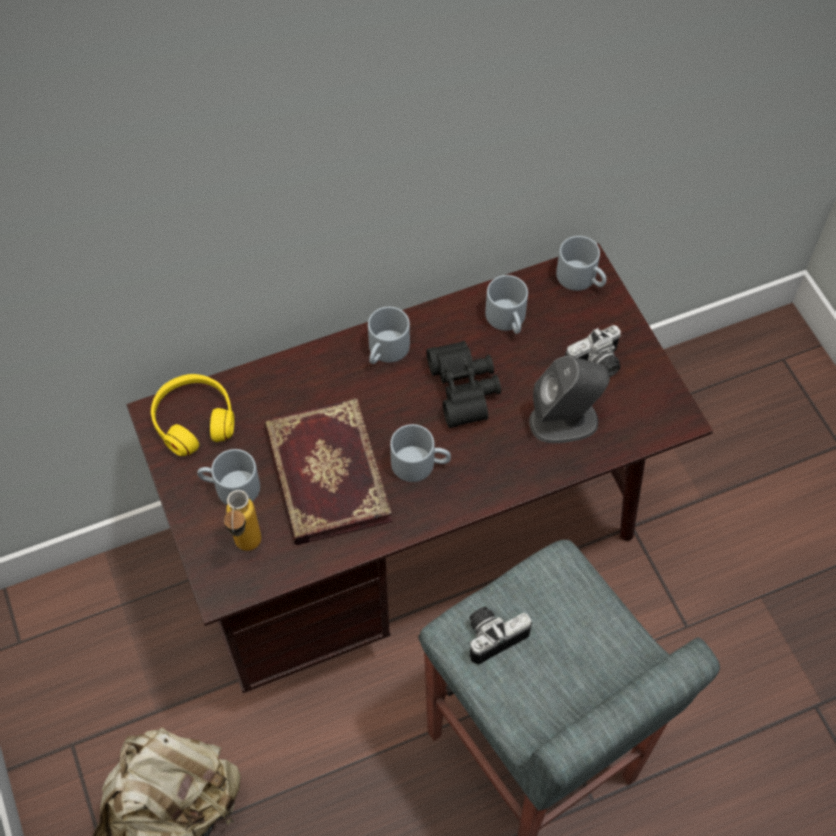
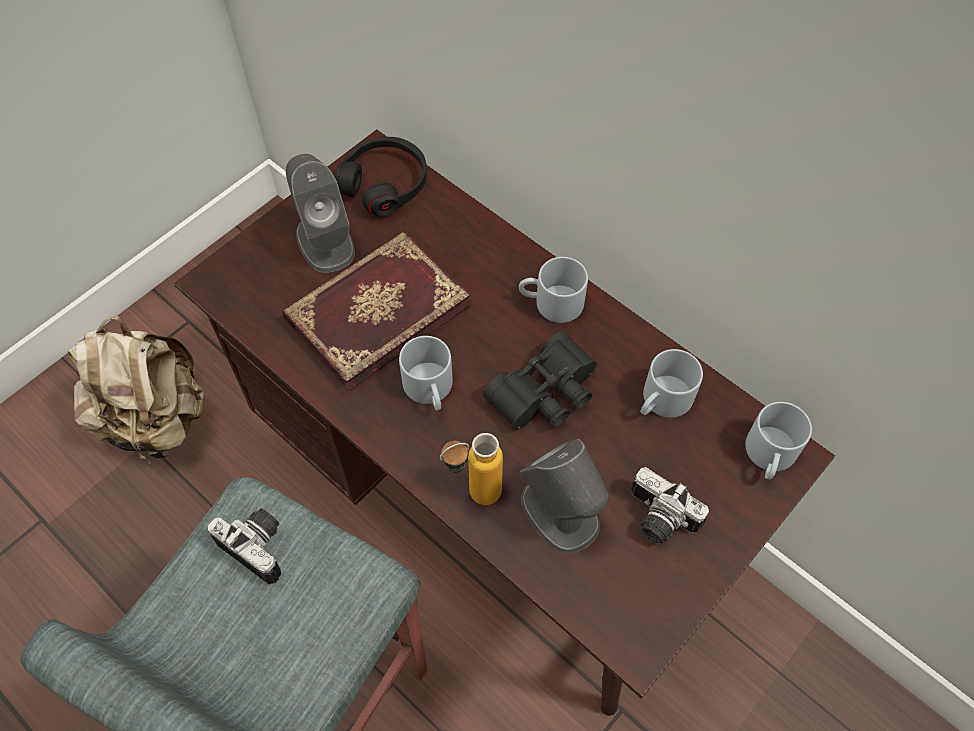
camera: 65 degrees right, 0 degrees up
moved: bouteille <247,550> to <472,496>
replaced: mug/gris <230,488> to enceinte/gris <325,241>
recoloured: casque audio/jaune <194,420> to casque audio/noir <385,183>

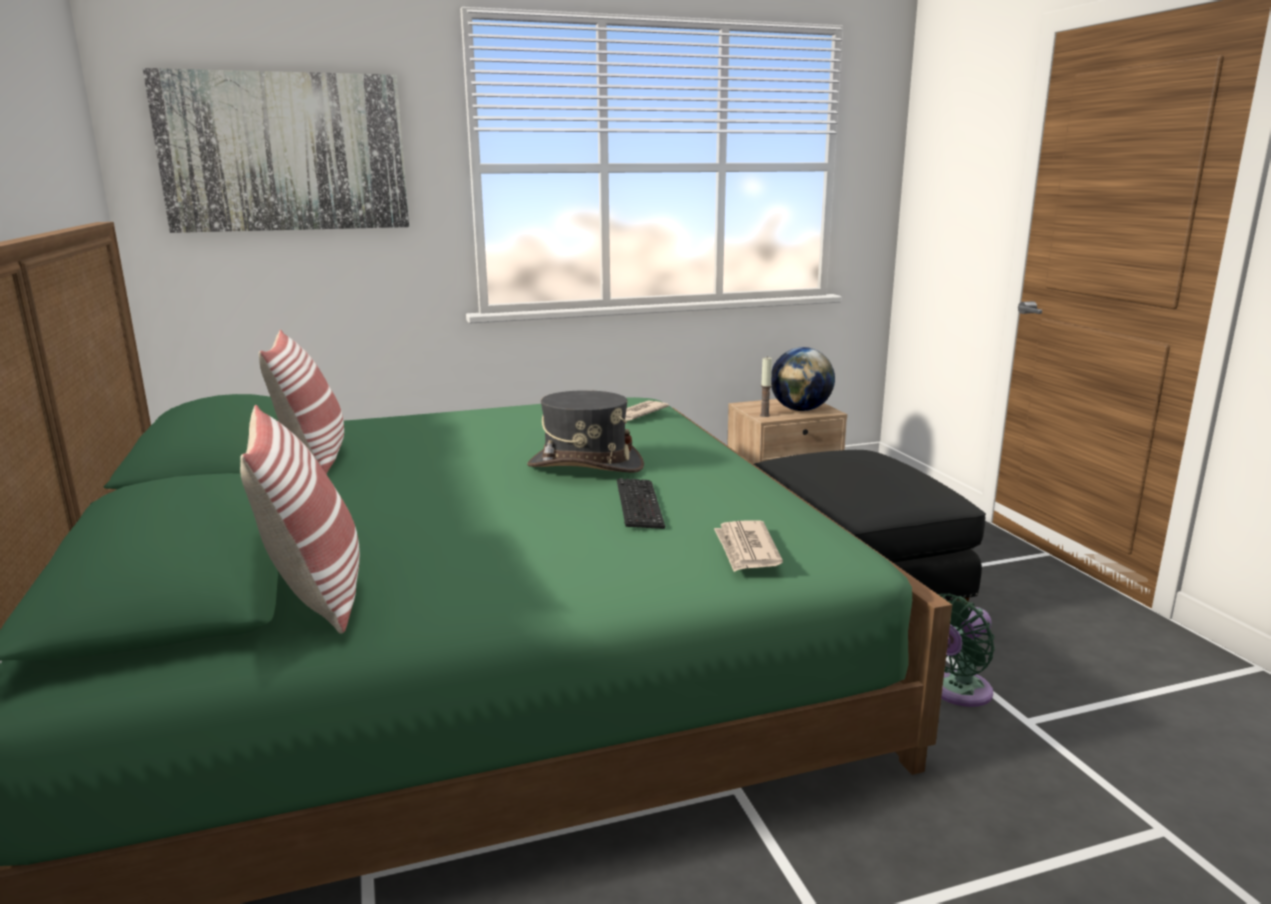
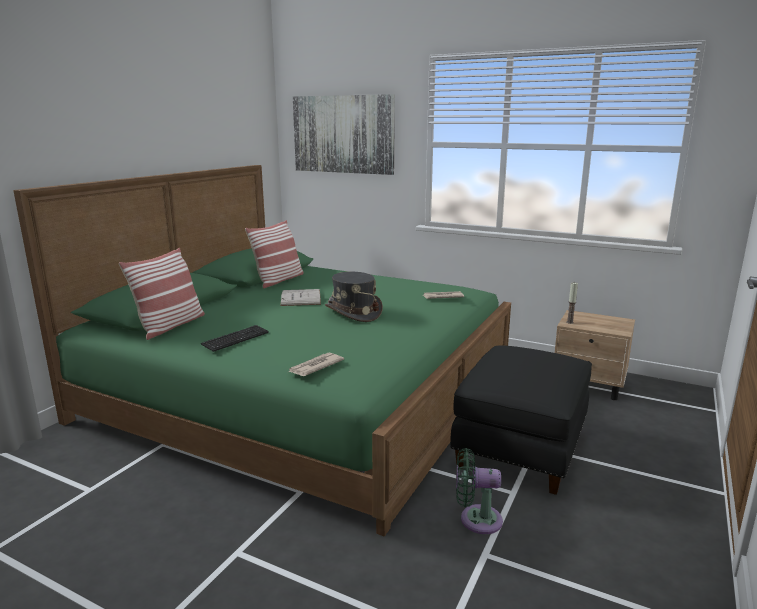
camera: 45 degrees right, 0 degrees up
removed: globe <800,410>
added: livre/blanc <301,298>
moved: clavier <639,505> to <236,339>

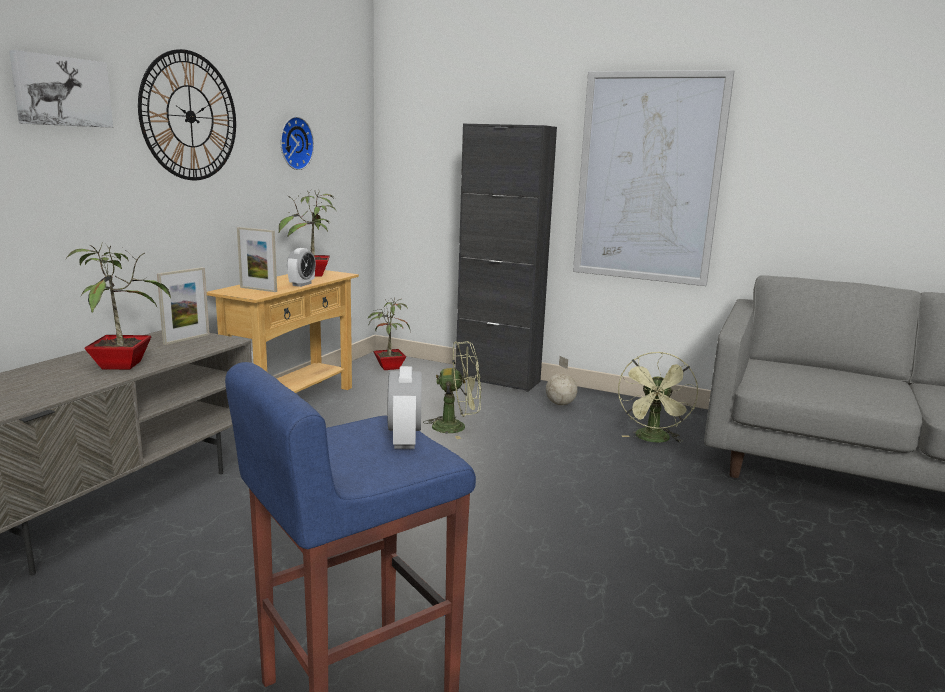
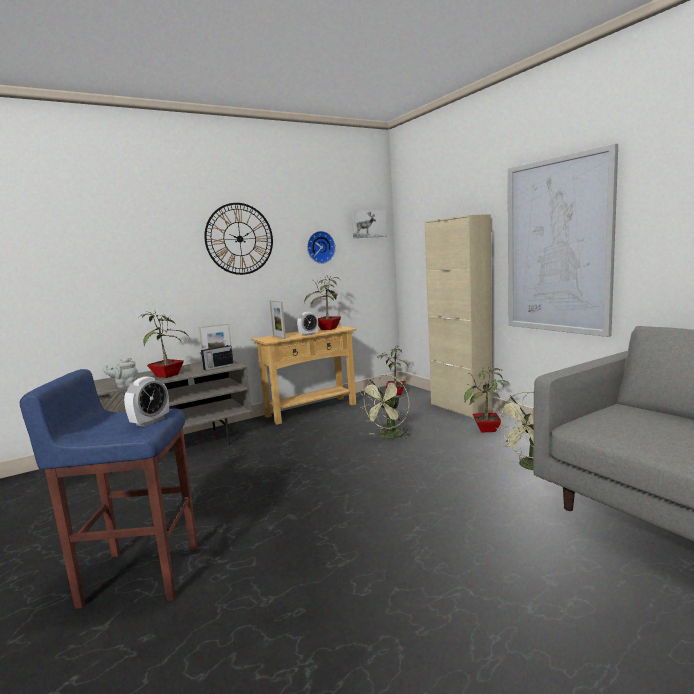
camera: 35 degrees right, 5 degrees down
added: théière/gris <125,385>; radio <218,367>
moved: tableau <61,91> to <368,224>
replaced: globe <560,404> to plante en pot <487,430>
recoloured: meuble de rangement/noir <497,380> to meuble de rangement/beige <460,408>
turned: ventilateur/vert <456,427> = <389,437> 90 degrees clockwise

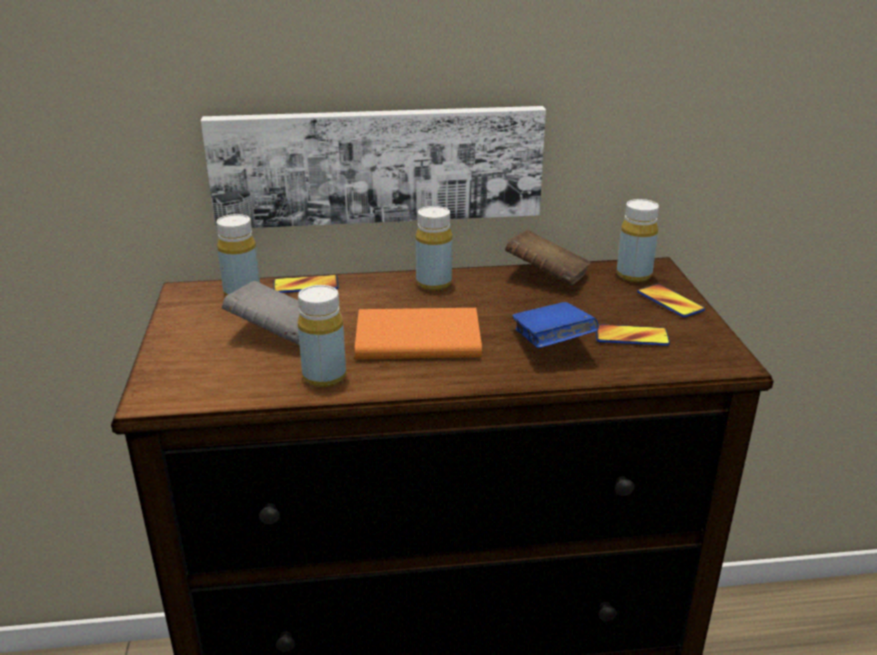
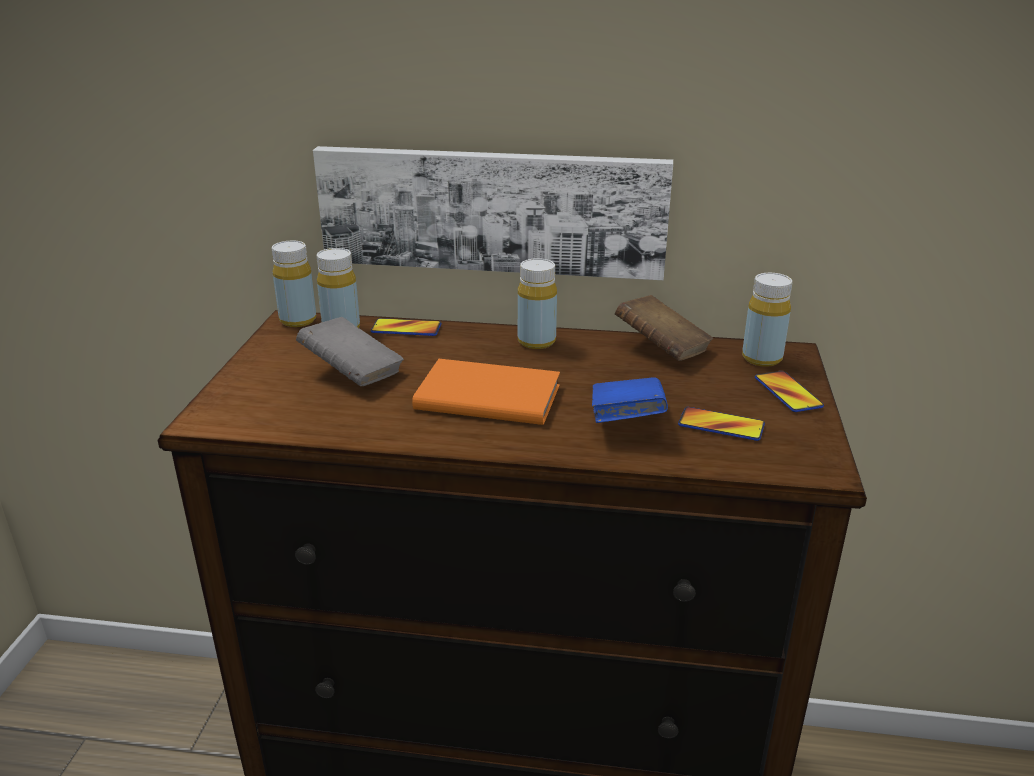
camera: 15 degrees right, 0 degrees up
moved: bouteille/jaune <324,376> to <298,320>

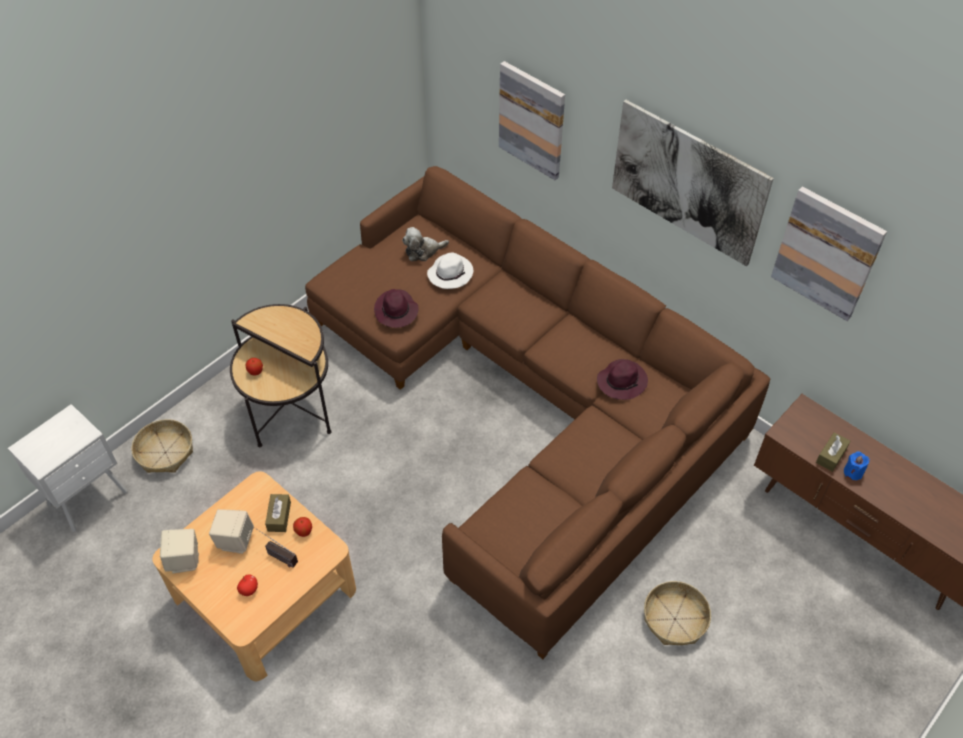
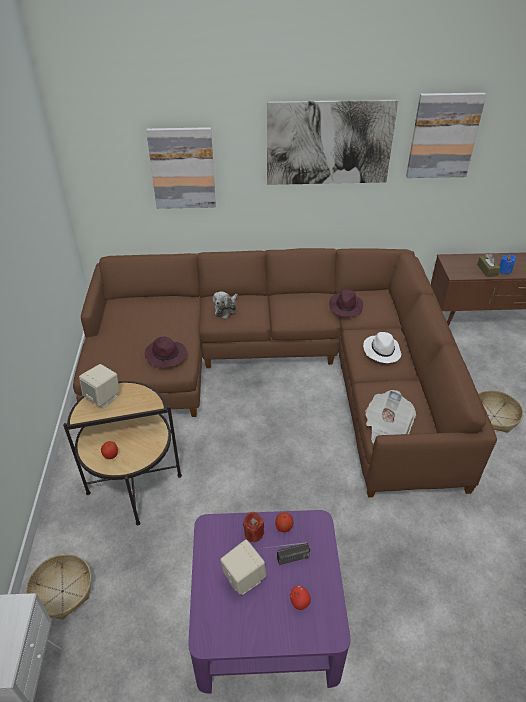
camera: 45 degrees left, 10 degrees down
added: journal <386,428>
moved: enceinte/beige <184,560> to <103,398>; peluche <423,251> to <226,309>; chapeau/blanc <450,273> to <381,351>
replaced: boîte à mouchoirs/marron <279,516> to bougie/rouge <253,533>
recoloured: table basse/beige <266,592> to table basse/violet <267,615>

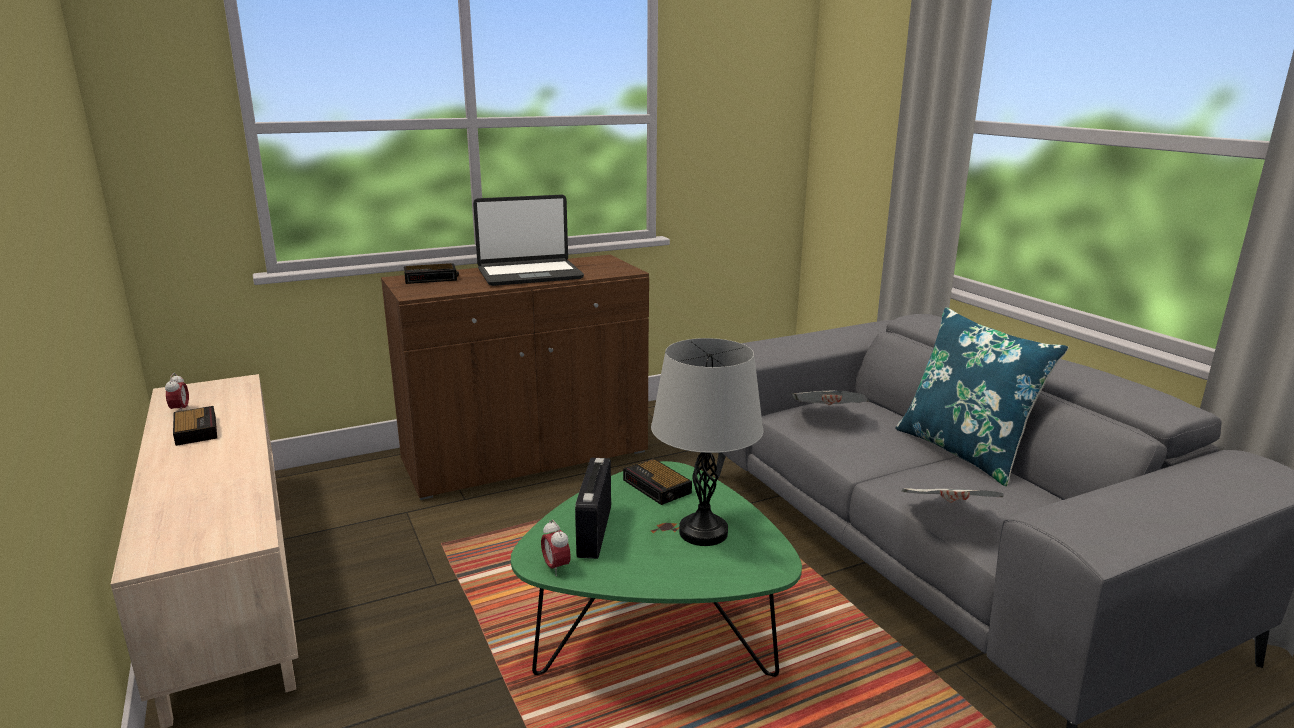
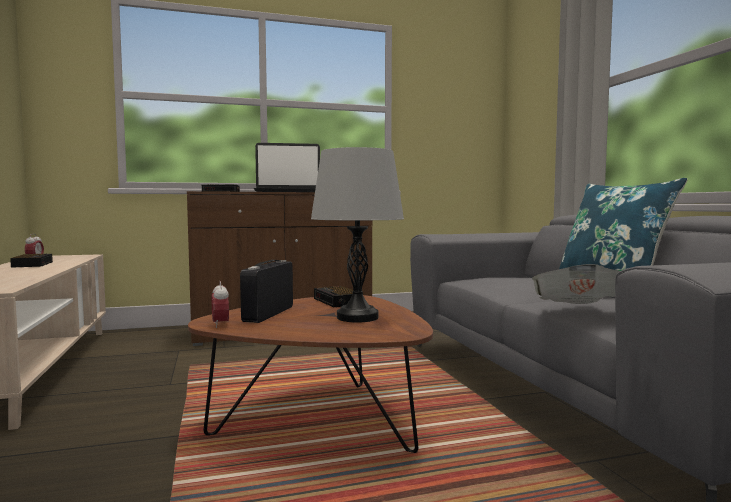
camera: 10 degrees right, 15 degrees down
removed: journal <827,417>
recoloured: table basse/vert <656,637> to table basse/marron <322,422>

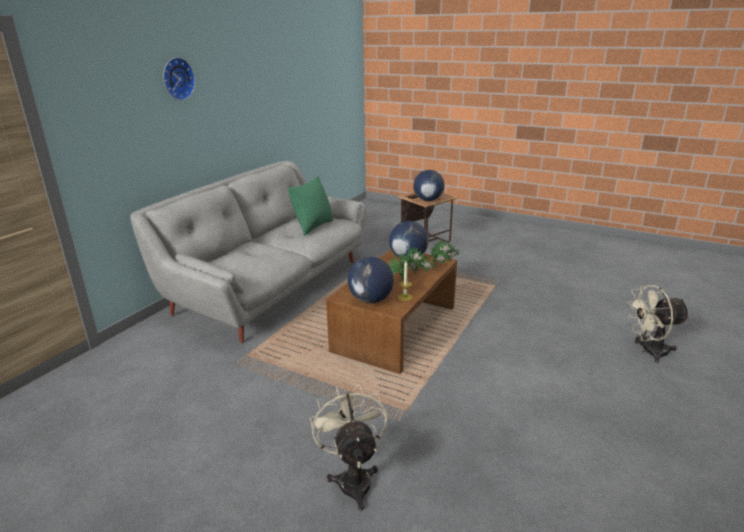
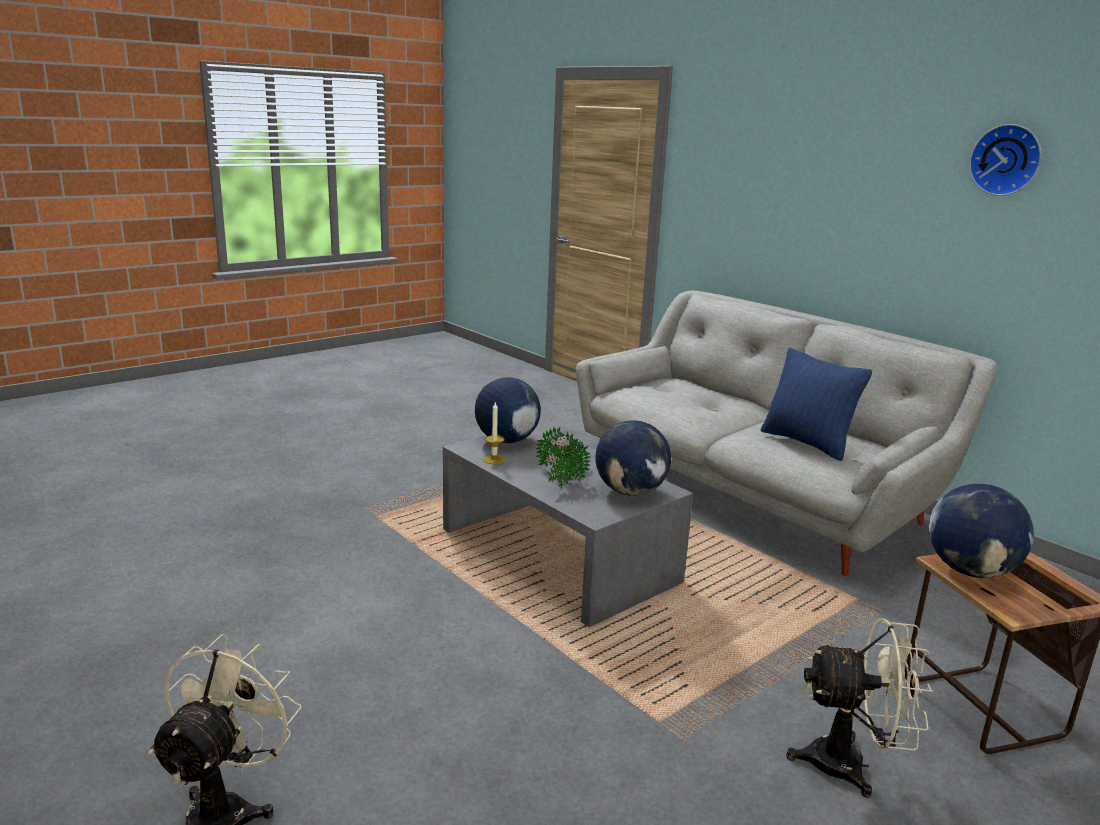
camera: 110 degrees right, 5 degrees down
removed: plante en pot <444,263>
moved: horloge murale <177,79> to <1006,160>; ventilateur/beige <353,478> to <851,765>
recoloured: coussin/vert <313,227> to coussin/bleu <807,443>; table basse/marron <395,328> to table basse/gris <558,554>

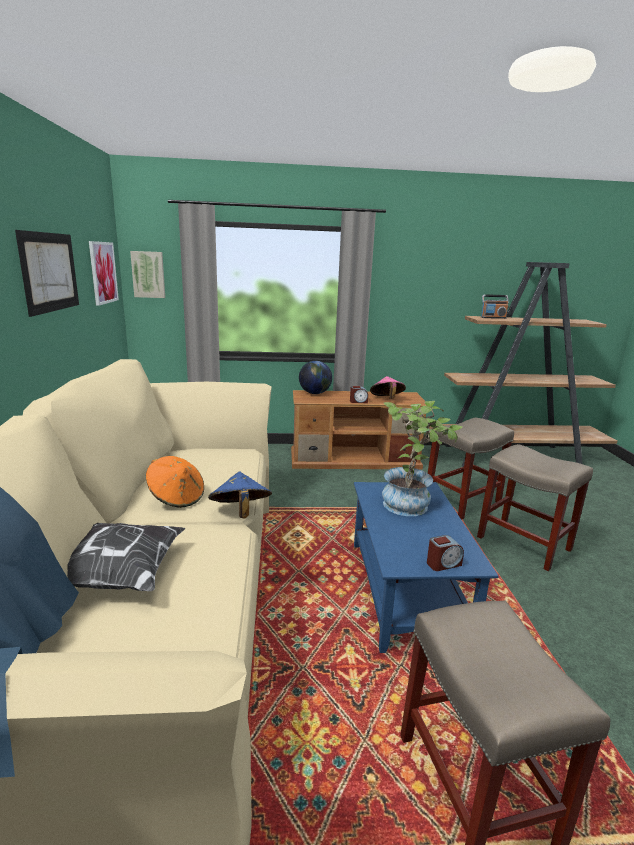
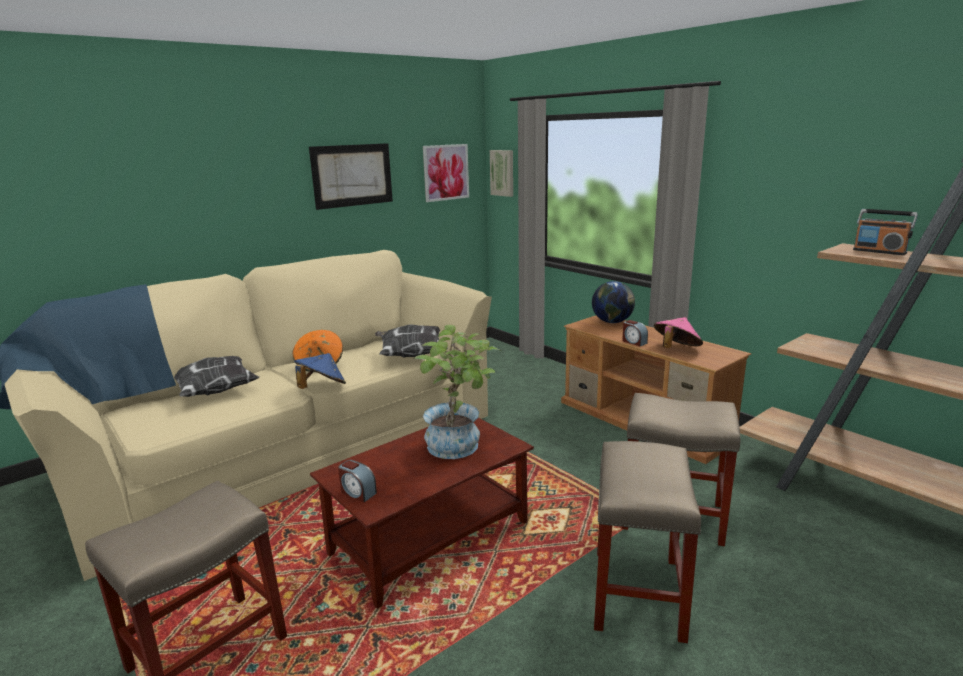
camera: 55 degrees right, 0 degrees up
added: coussin <411,355>
recoloured: table basse/bleu <405,589> to table basse/marron <431,536>

